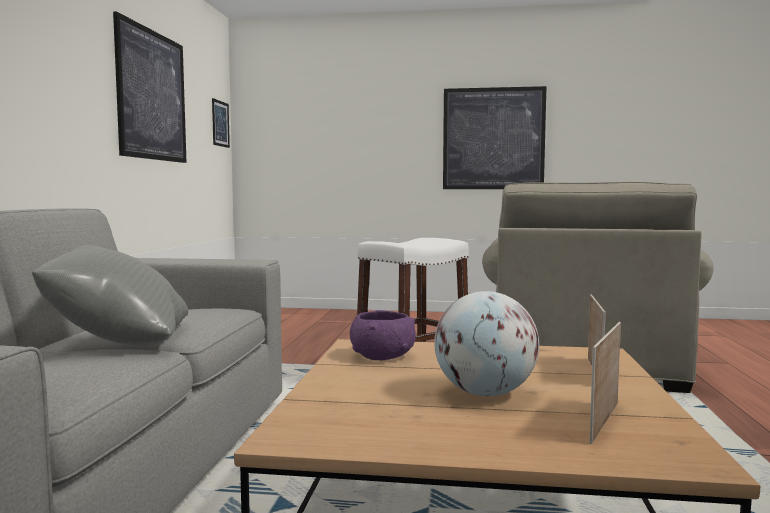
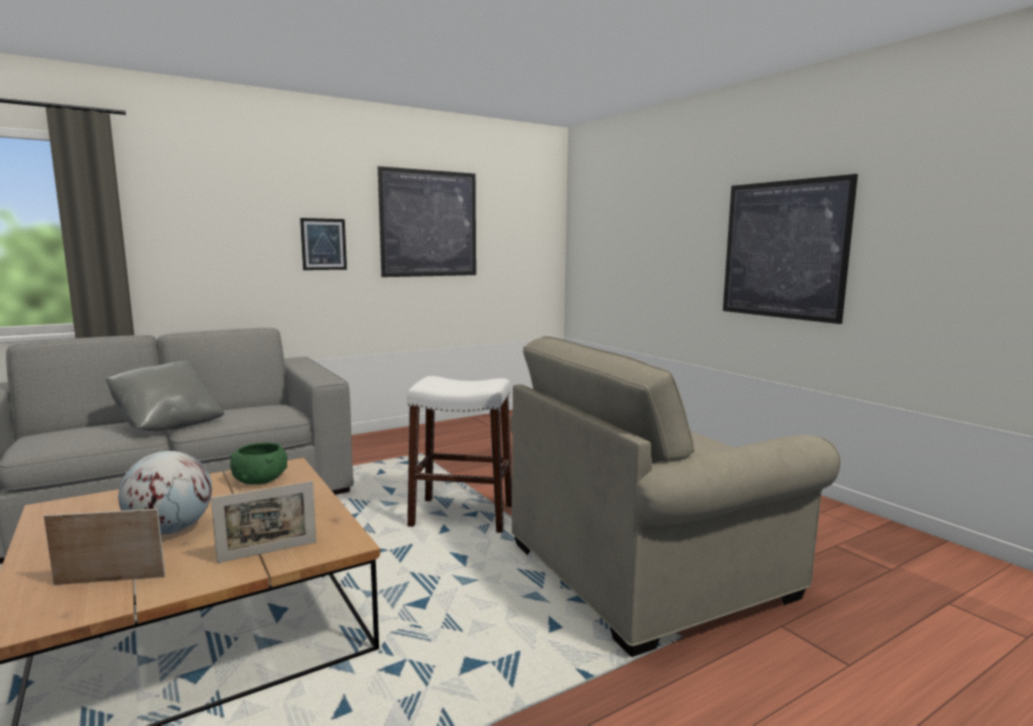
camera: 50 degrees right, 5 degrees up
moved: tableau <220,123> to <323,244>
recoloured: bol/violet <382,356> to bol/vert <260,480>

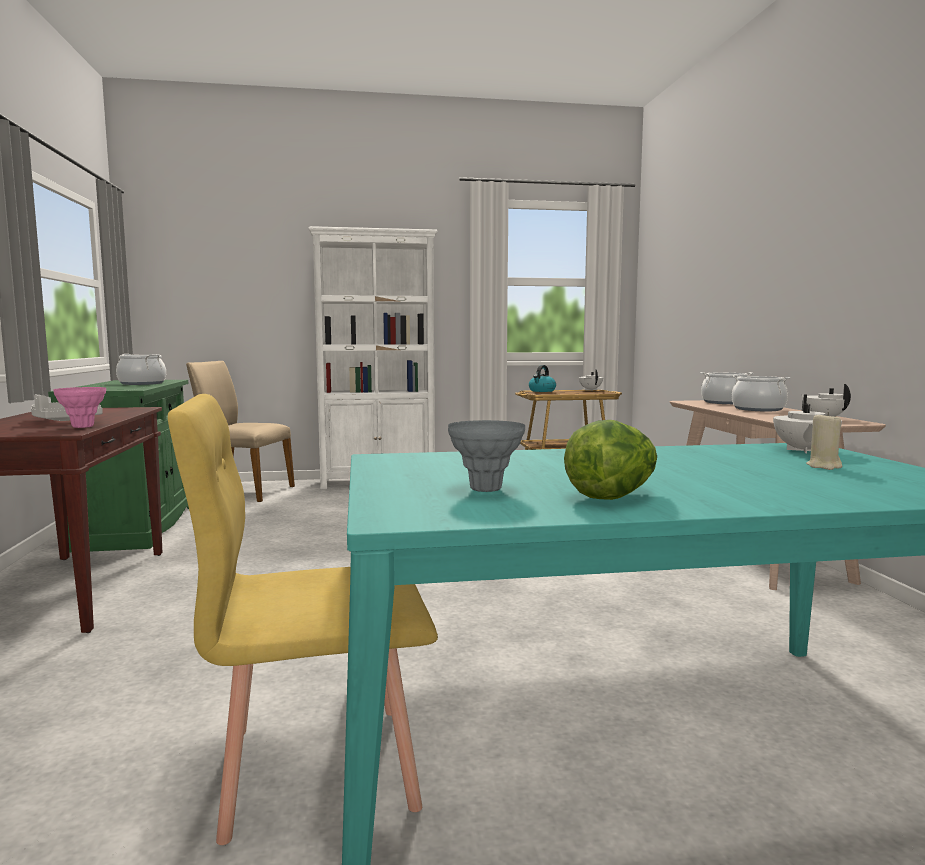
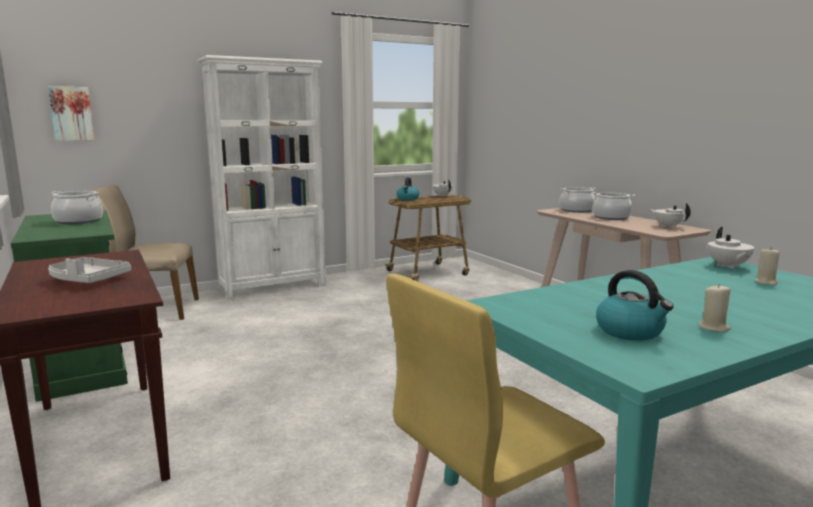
camera: 20 degrees left, 5 degrees up
removed: vase/rose <83,427>
added: tableau <71,114>
replaced: vase/gris <486,489> to bouilloire <630,331>; laitue <612,495> to bougie/beige <714,328>

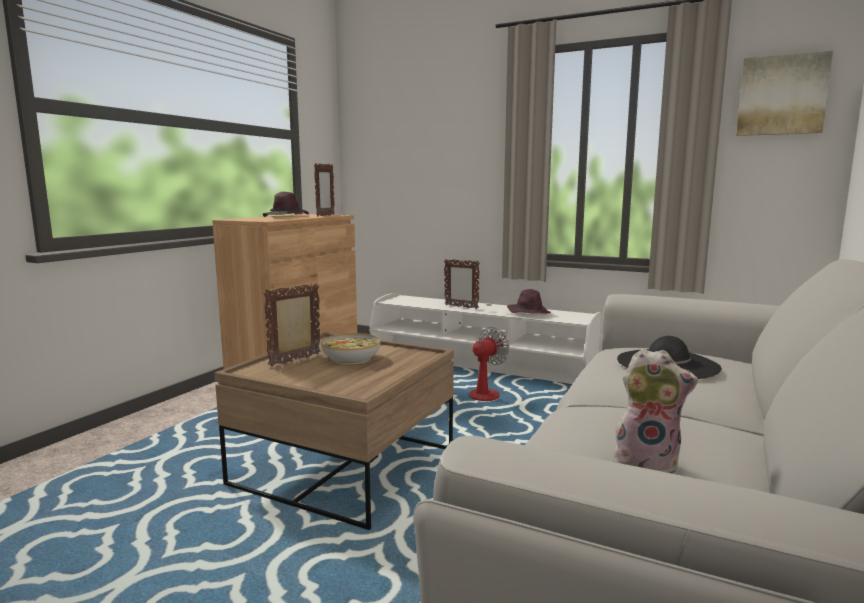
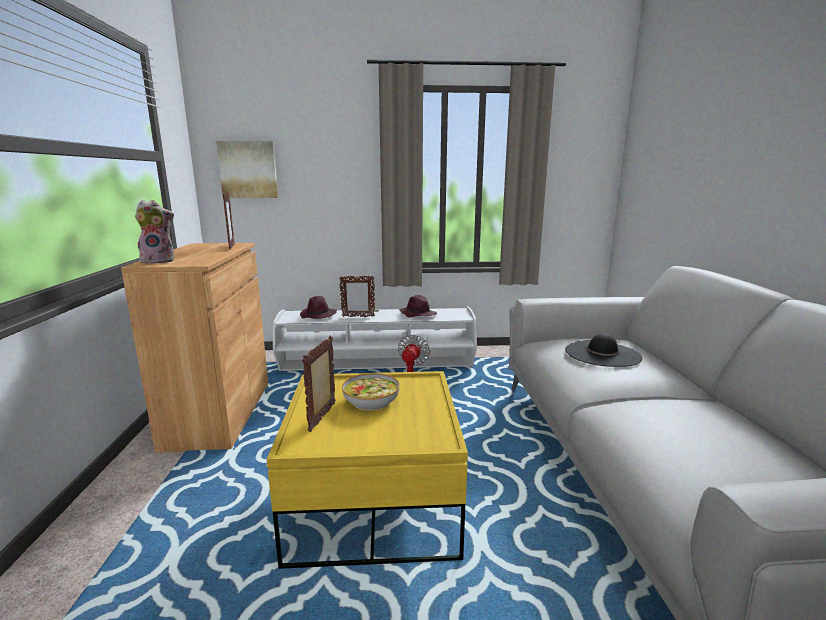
camera: 30 degrees left, 5 degrees up
moved: chapeau/violet <286,216> to <318,315>; peluche <647,463> to <159,261>; tableau <781,95> to <248,170>
recoloured: table basse/marron <345,467> to table basse/jaune <374,502>

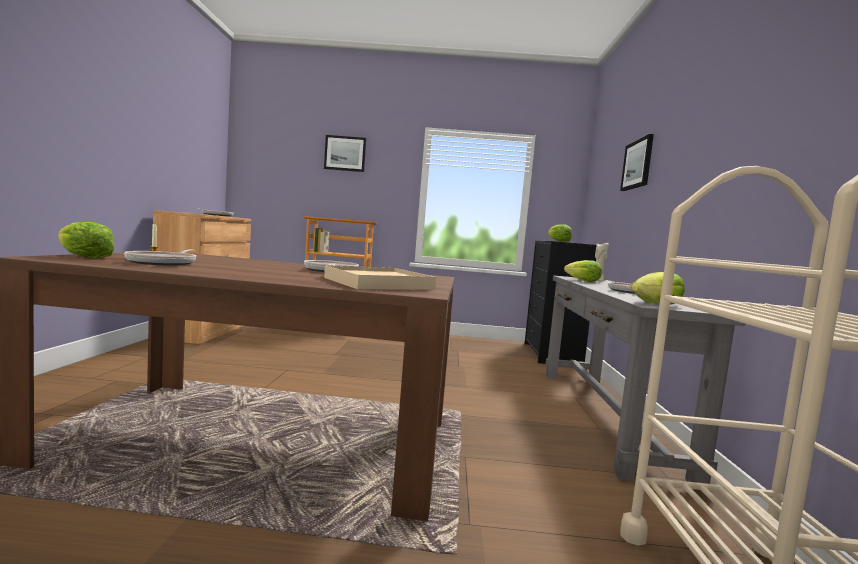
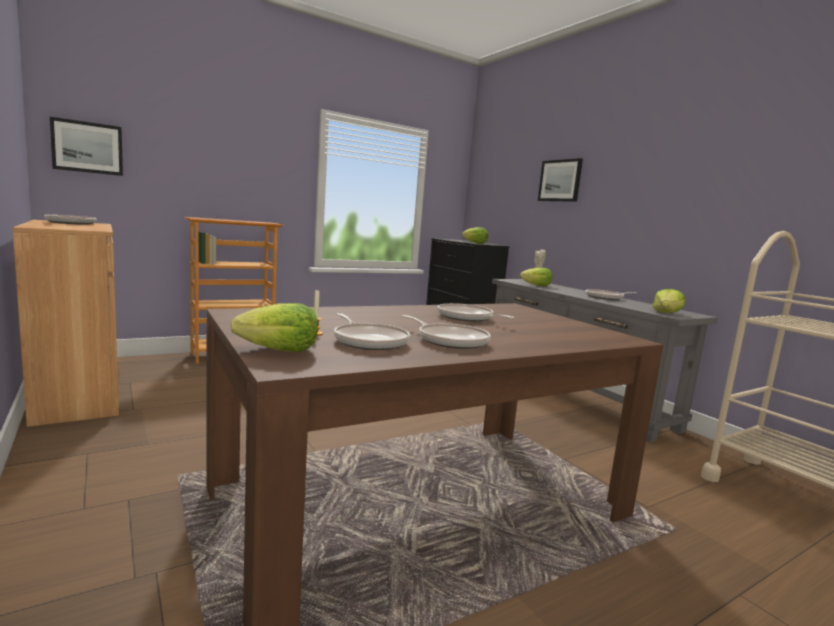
camera: 35 degrees left, 5 degrees up
removed: plateau/beige <377,283>
added: poêle <450,340>
moved: tableau <345,153> to <87,147>

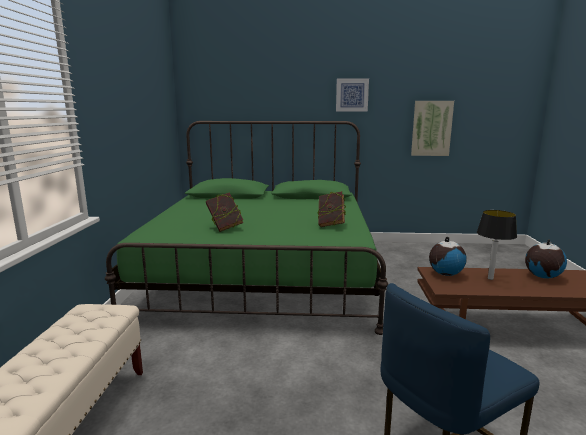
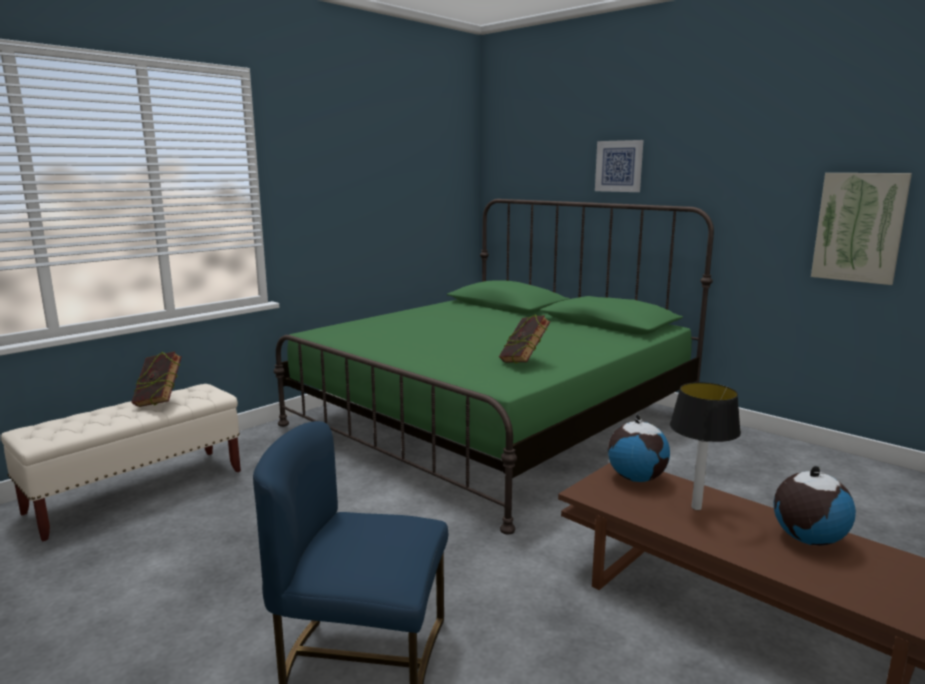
camera: 40 degrees right, 0 degrees up
moved: livre <225,228> to <160,403>; tableau <352,95> to <619,166>

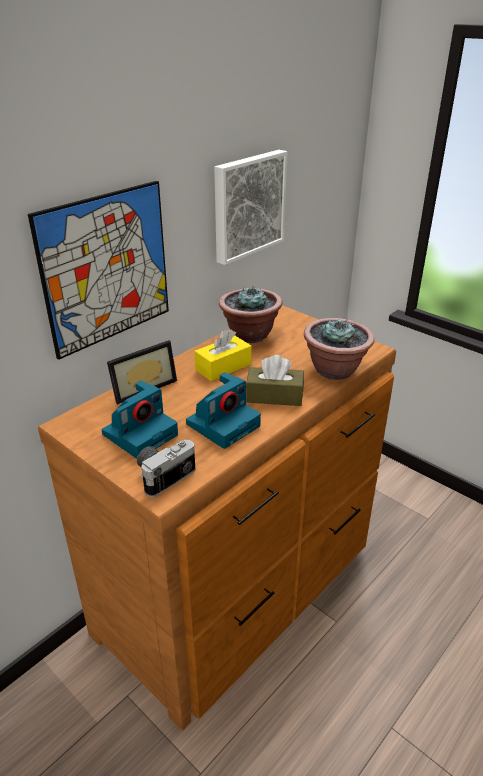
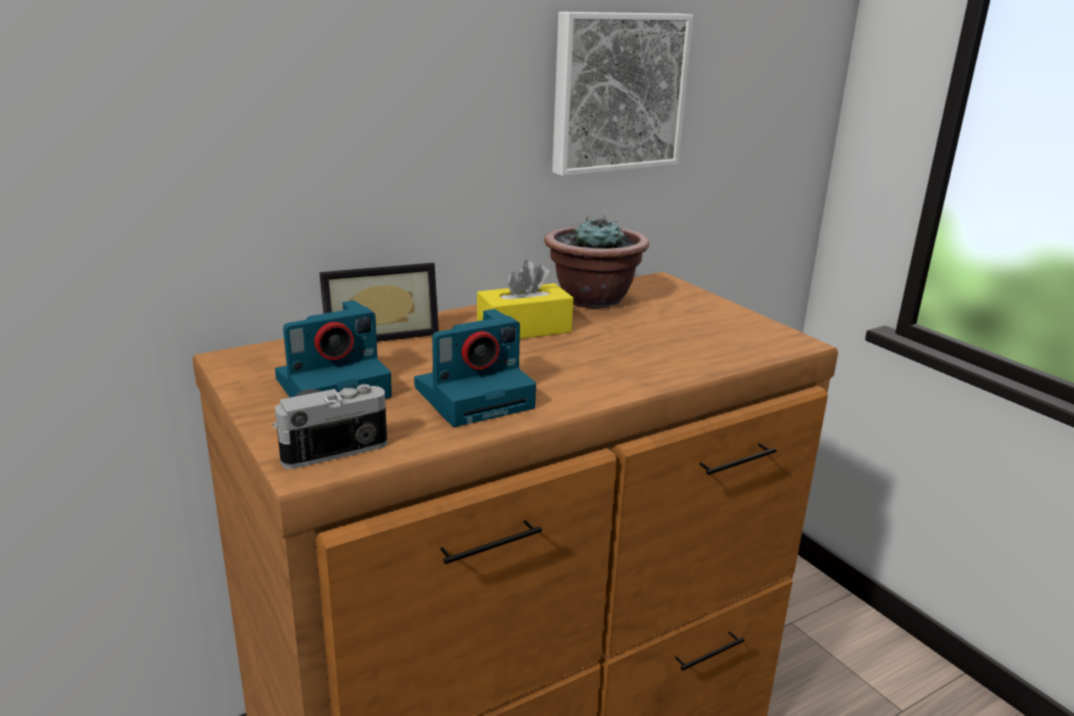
camera: 15 degrees right, 10 degrees down
removed: tableau <106,268>; boîte à mouchoirs/marron <274,396>; plante en pot <335,370>

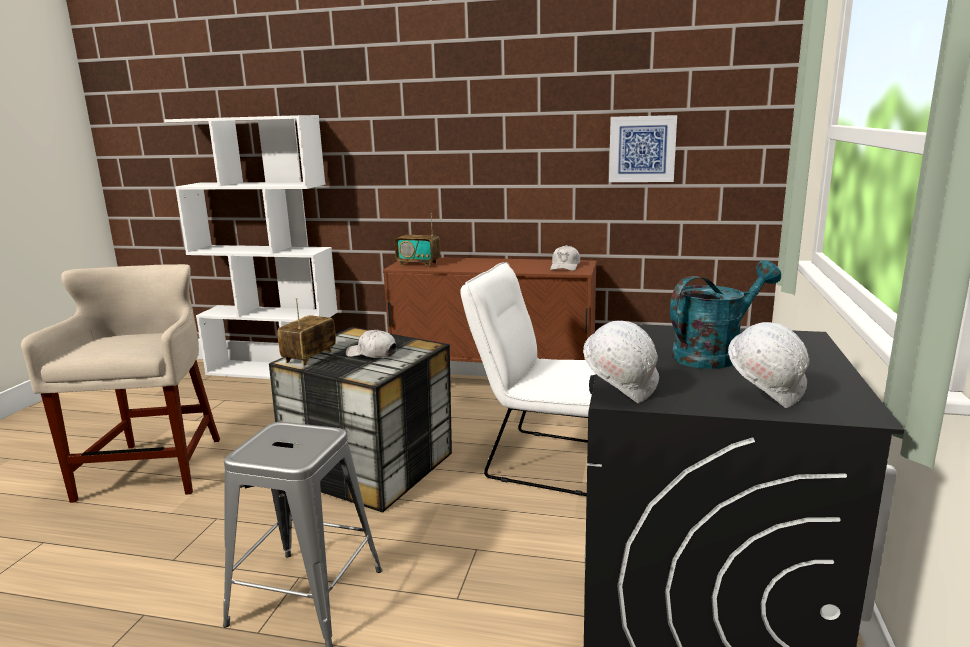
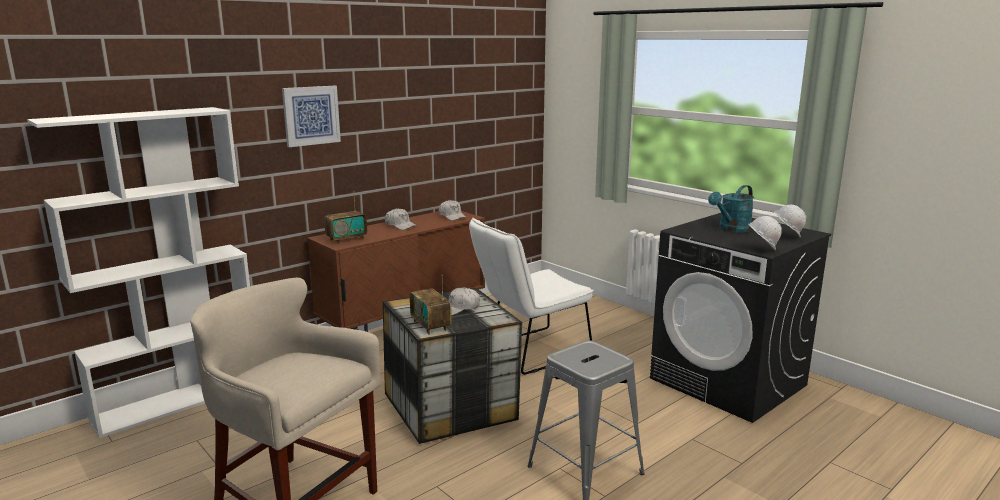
camera: 55 degrees left, 0 degrees up
added: casquette/blanc <400,225>
moved: tableau <642,149> to <311,115>
turned: arrosoir/turquoise <714,354> = <731,229> 135 degrees counterclockwise

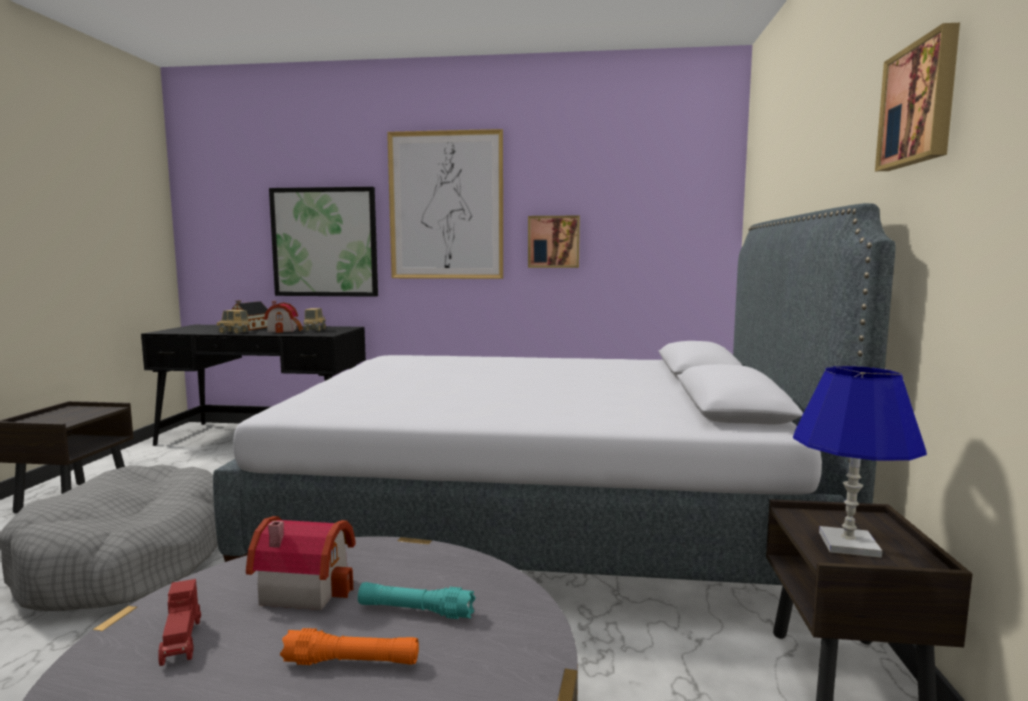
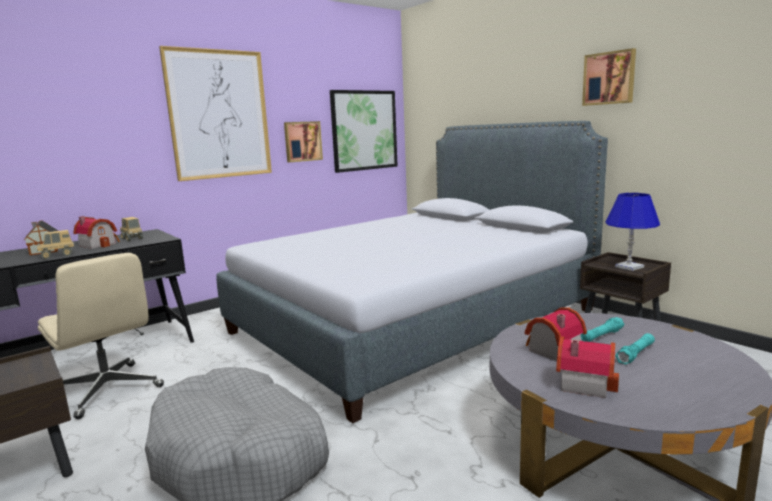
camera: 45 degrees left, 5 degrees up
added: chaise de bureau/beige <108,390>
moved: tableau <324,242> to <364,130>
replaced: petite voiture/rouge <182,642> to maison miniature <583,382>
recoloured: lampe de poche/orange <352,662> to lampe de poche/turquoise <636,354>

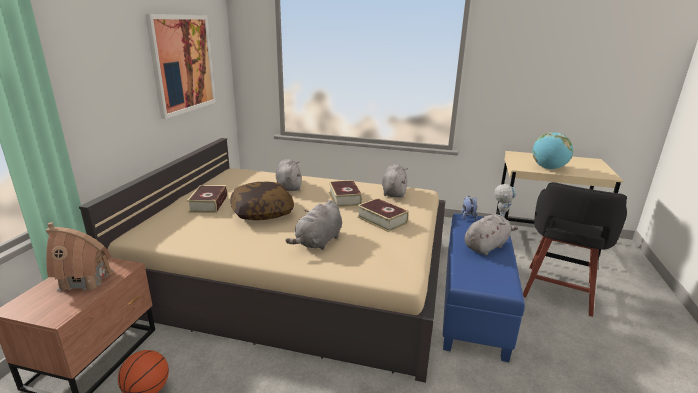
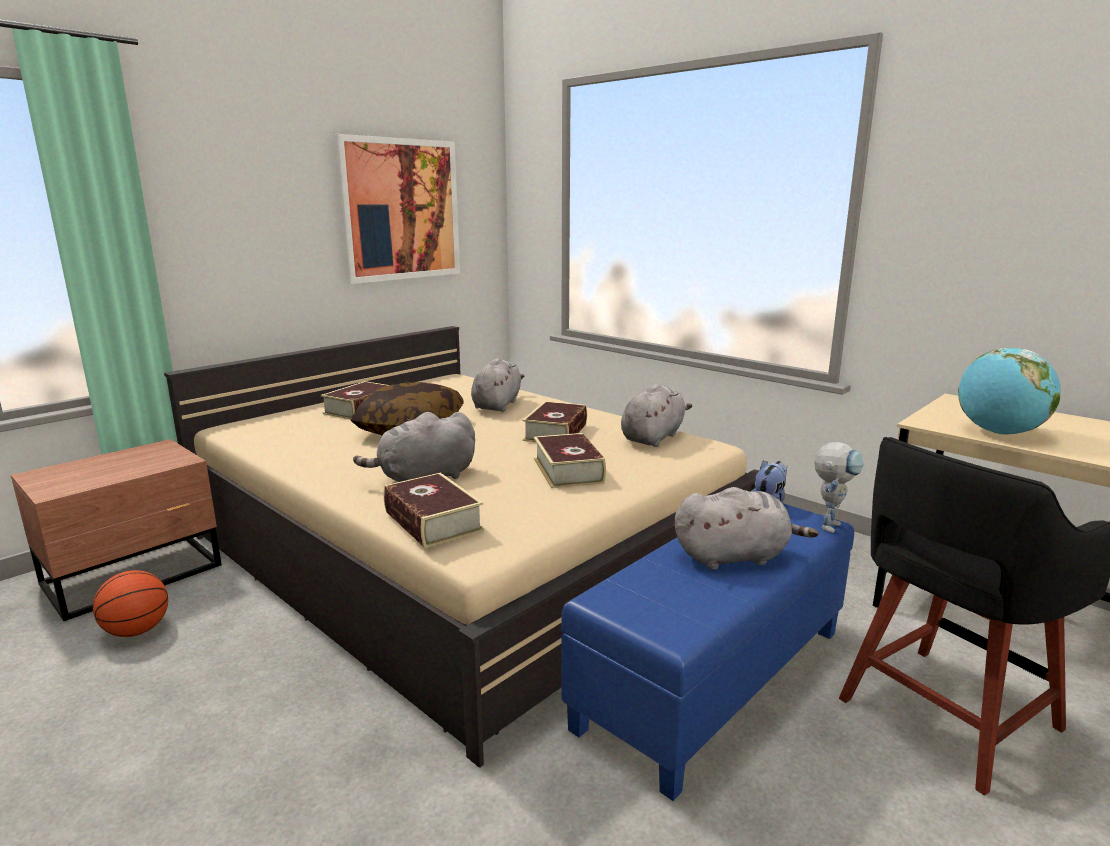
camera: 30 degrees right, 5 degrees down
removed: maison miniature <85,280>
added: livre <433,521>

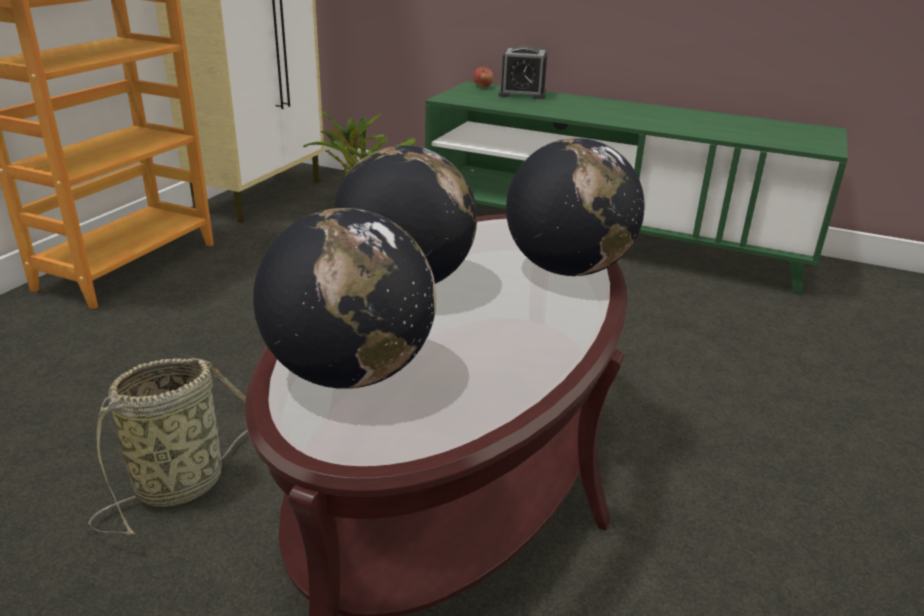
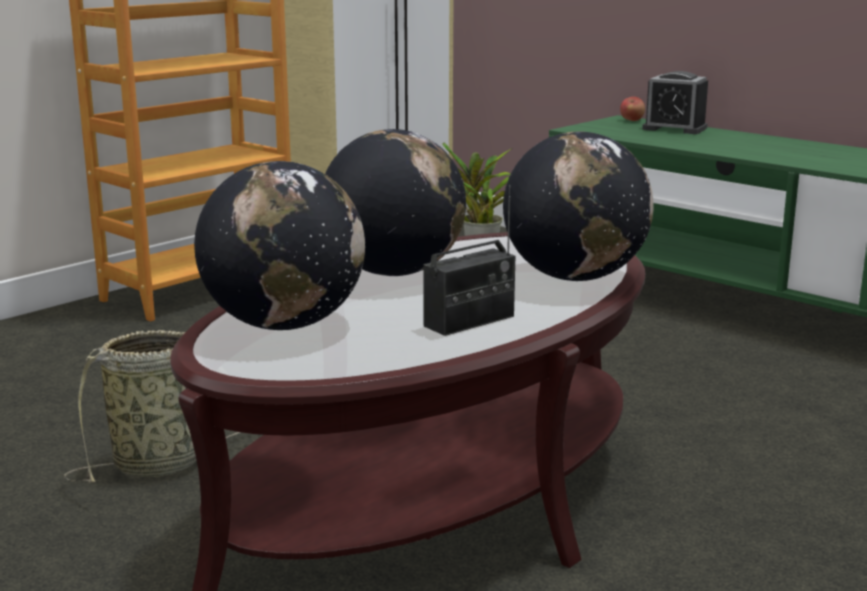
camera: 20 degrees right, 10 degrees down
added: radio <469,321>

